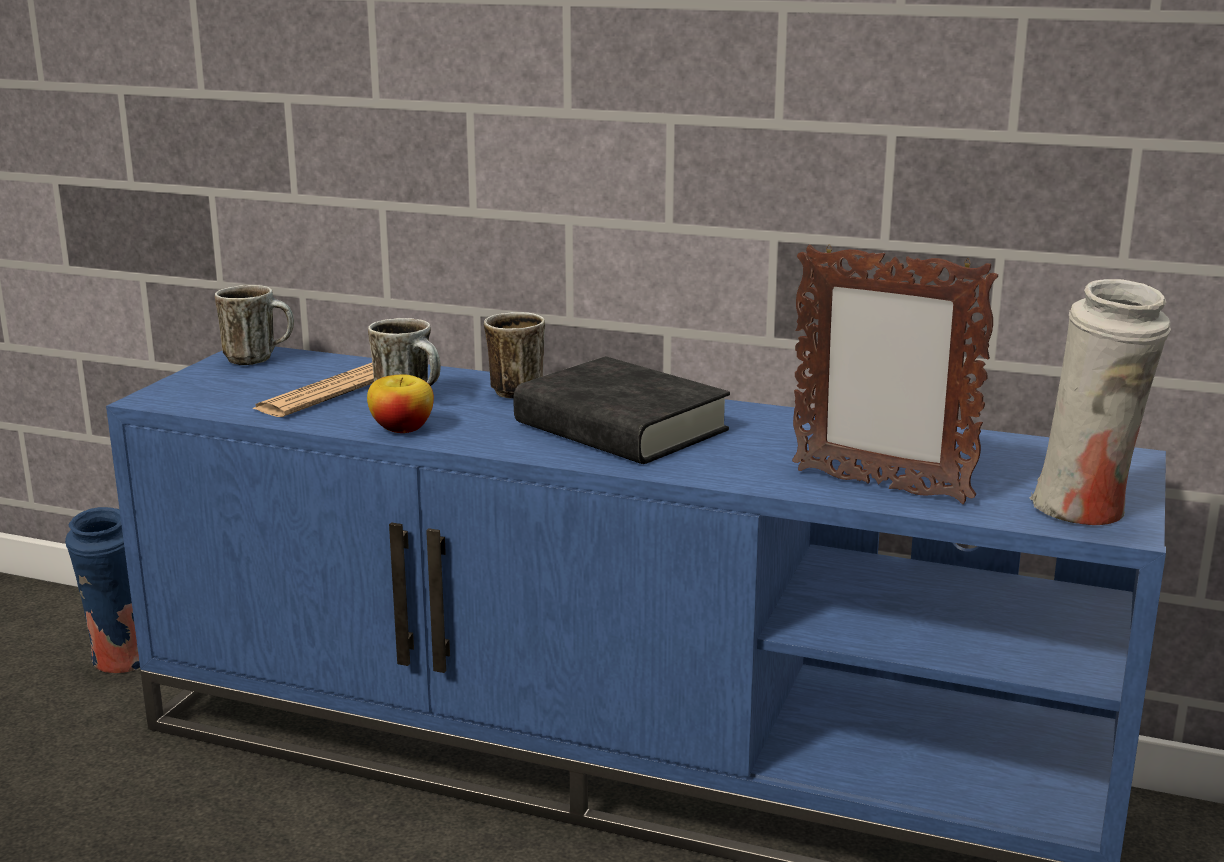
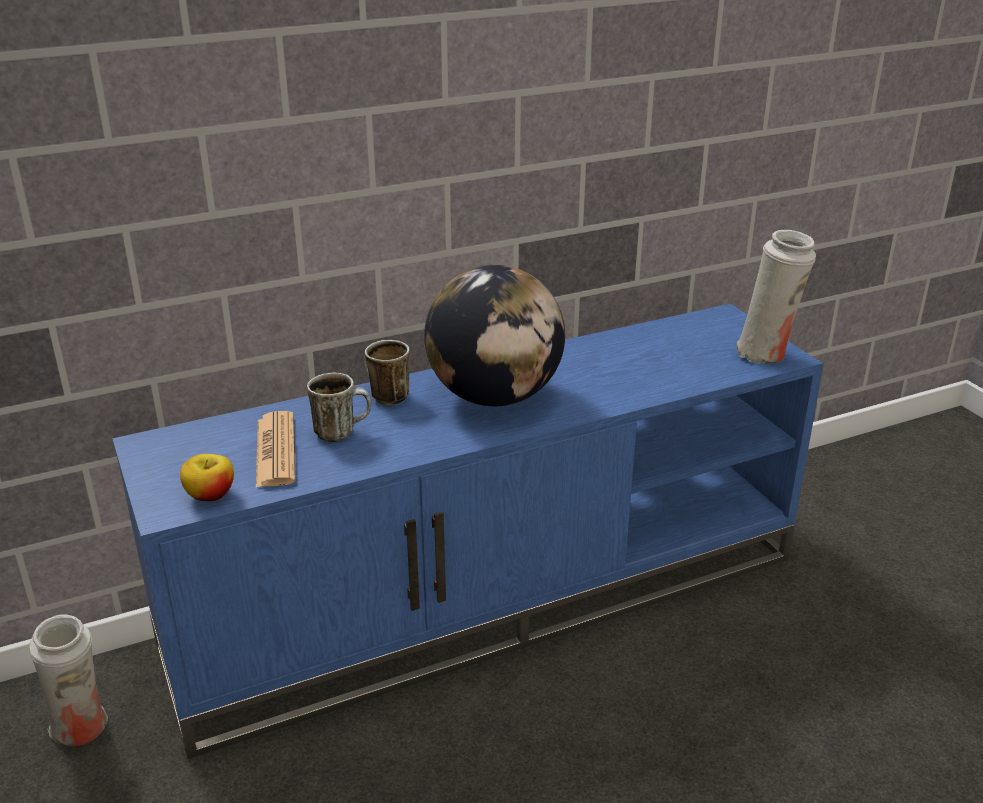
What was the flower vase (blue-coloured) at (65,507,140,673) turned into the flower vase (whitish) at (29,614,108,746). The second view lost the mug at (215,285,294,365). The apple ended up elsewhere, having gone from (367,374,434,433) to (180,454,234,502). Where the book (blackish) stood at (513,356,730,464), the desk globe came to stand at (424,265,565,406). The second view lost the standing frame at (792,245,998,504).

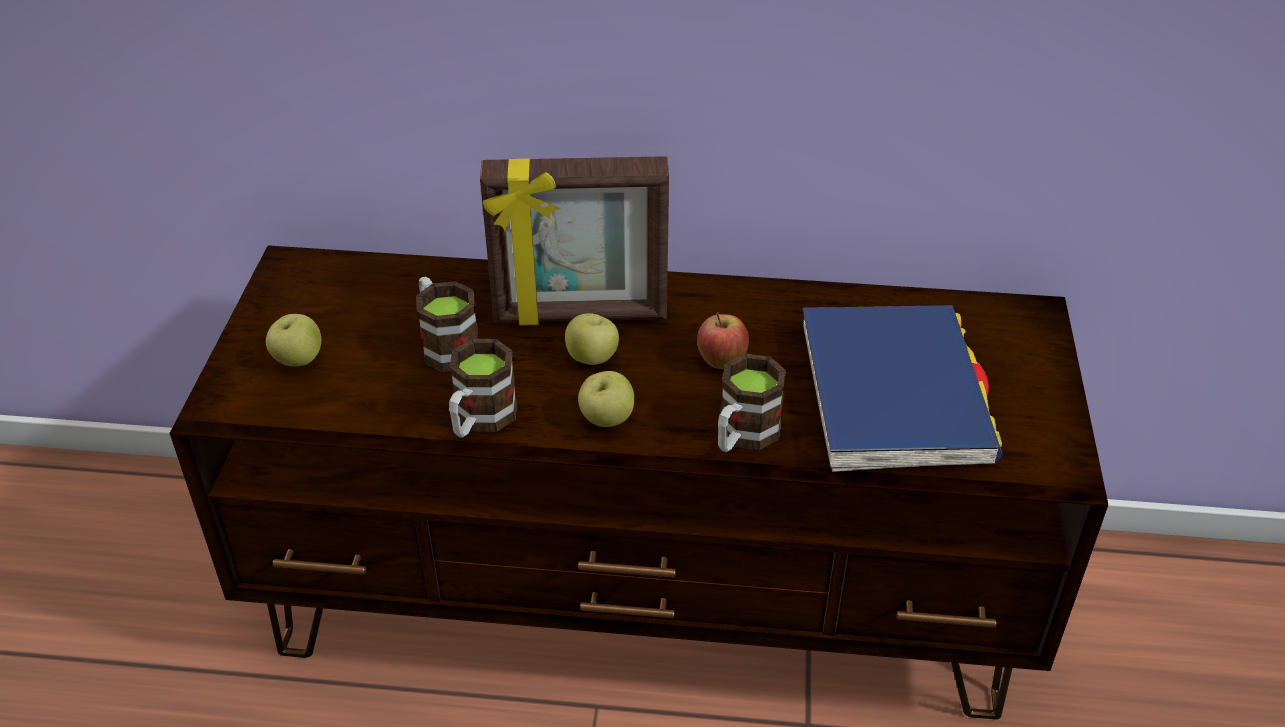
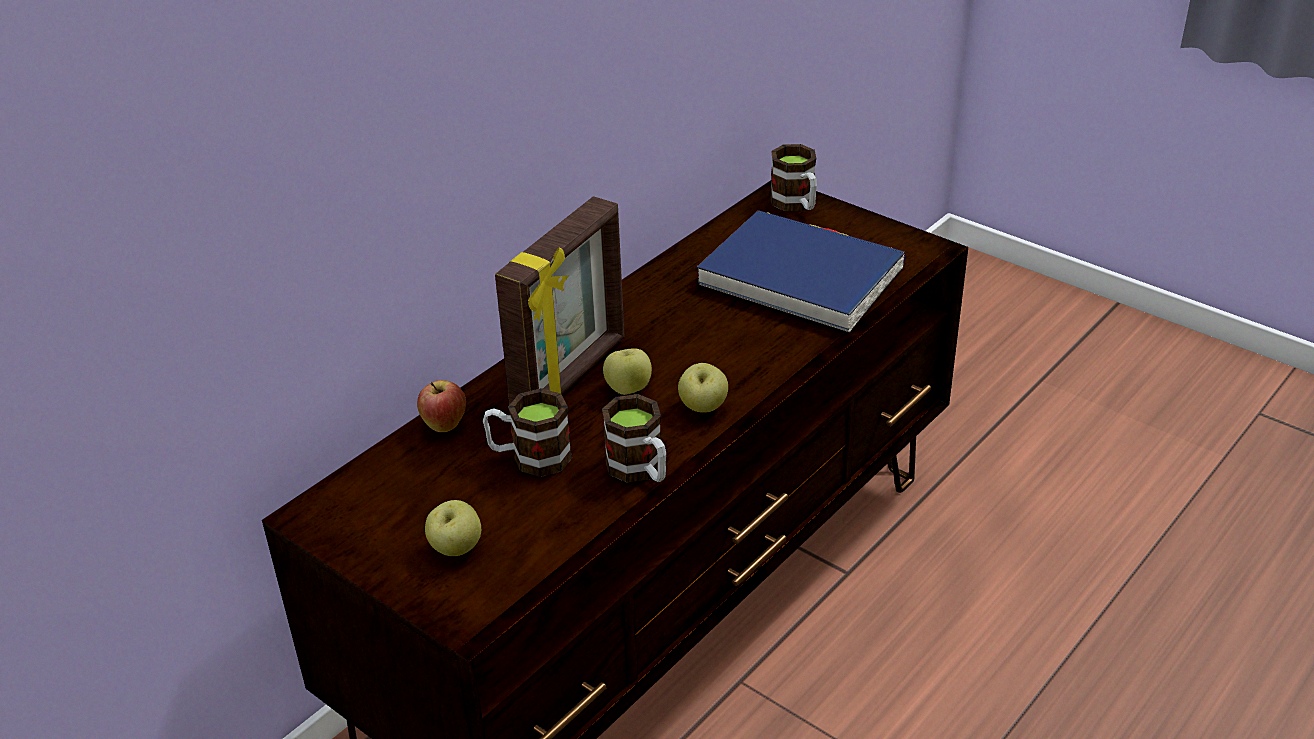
The apple ended up elsewhere, having gone from (697,312,749,369) to (417,380,466,432). The mug ended up elsewhere, having gone from (718,354,786,452) to (770,144,817,211).

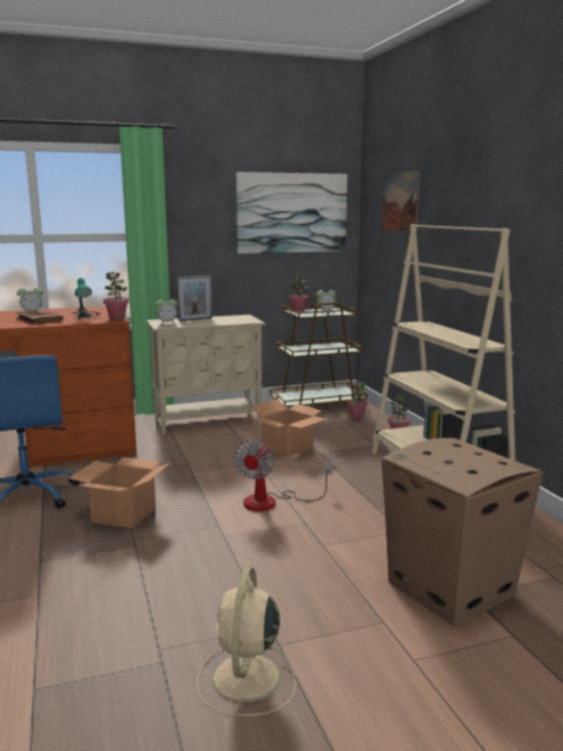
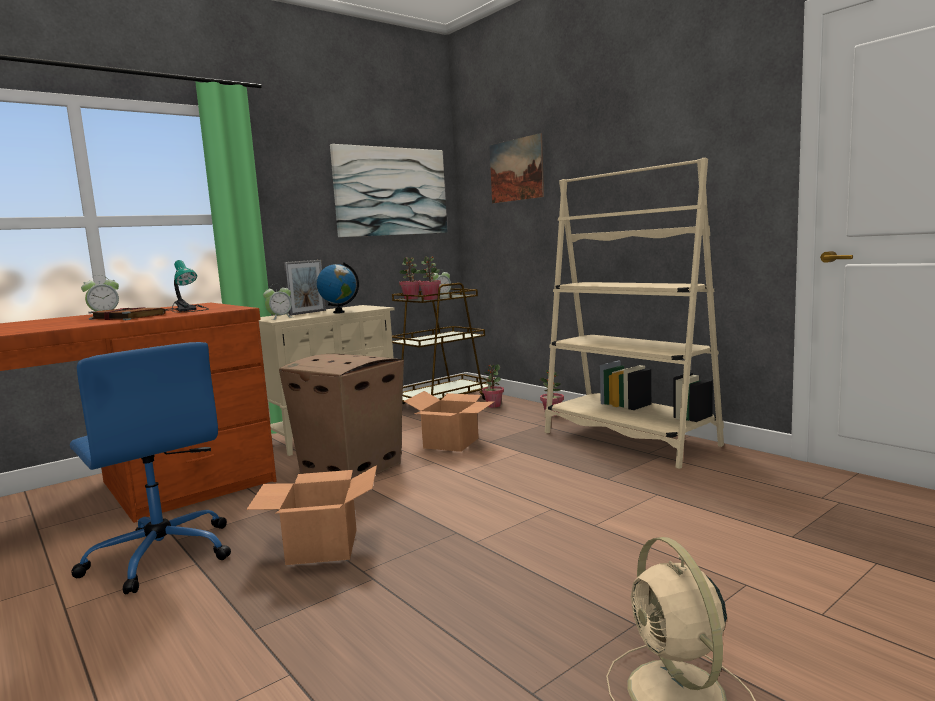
The houseplant ended up elsewhere, having gone from (103,272,129,320) to (418,256,441,300). The second view lost the fan at (235,440,332,511). The cardboard box ended up elsewhere, having gone from (382,438,544,626) to (279,354,404,479). The second view gained the desk globe at (317,262,359,313).

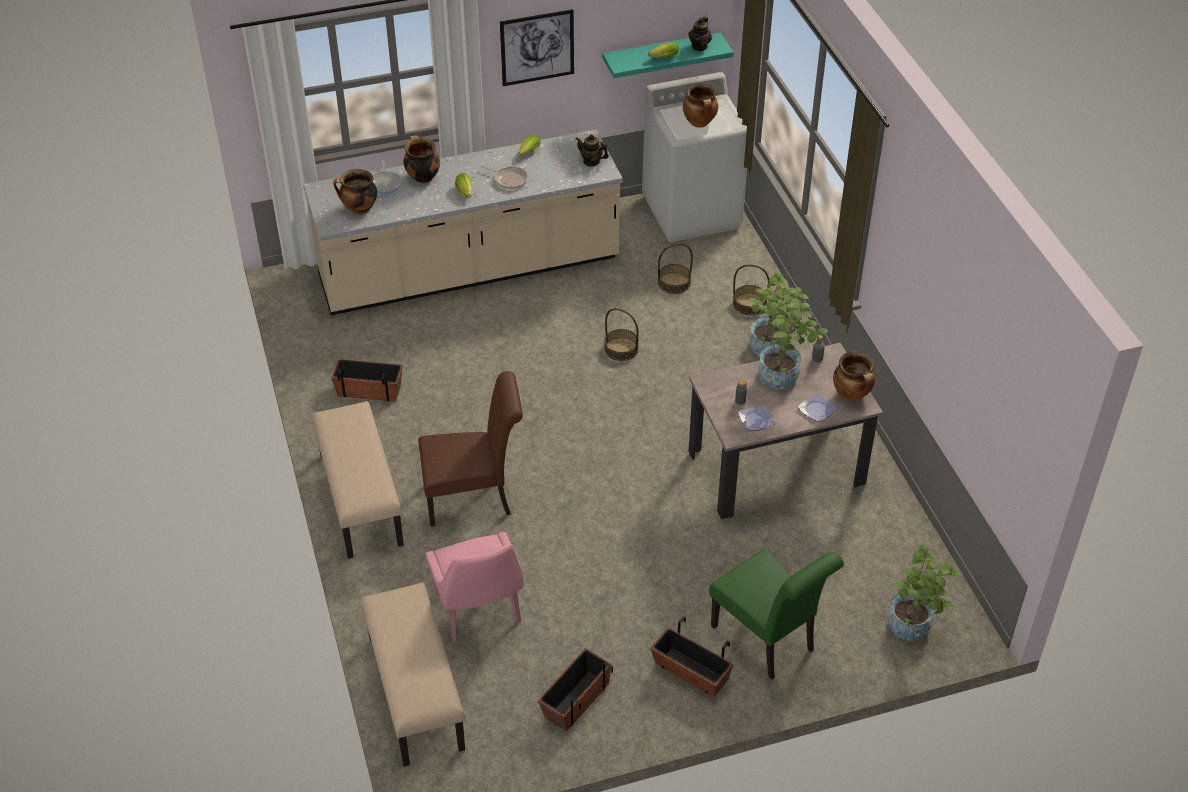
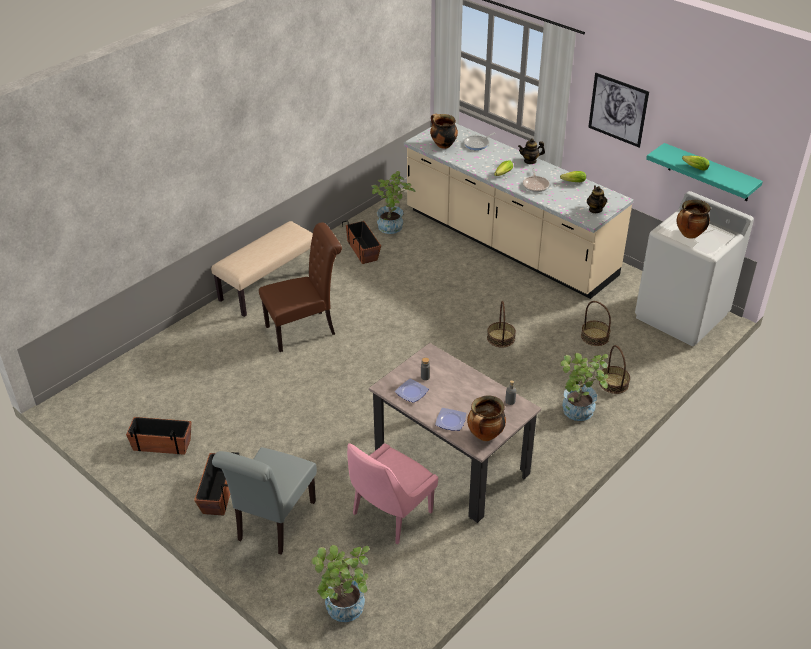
The second view lost the bench (sand-coloured) at (361,582,465,766). The second view lost the saucepot at (403,135,440,184). The plain chair (brownish) at (418,371,523,527) ended up facing another way, 75 degrees counterclockwise from before. The plain chair (pinkish) ended up elsewhere, having gone from (426,532,524,641) to (347,443,438,544). The tea pot ended up elsewhere, having gone from (688,16,712,51) to (518,138,545,164). What was the plain chair (greenish) at (709,550,844,680) turned into the plain chair (greyish) at (212,447,317,555). The houseplant ended up elsewhere, having gone from (758,295,828,390) to (371,171,415,234).

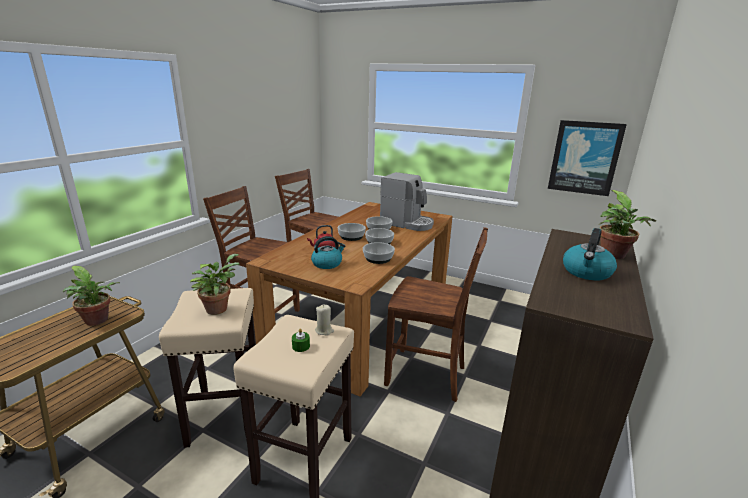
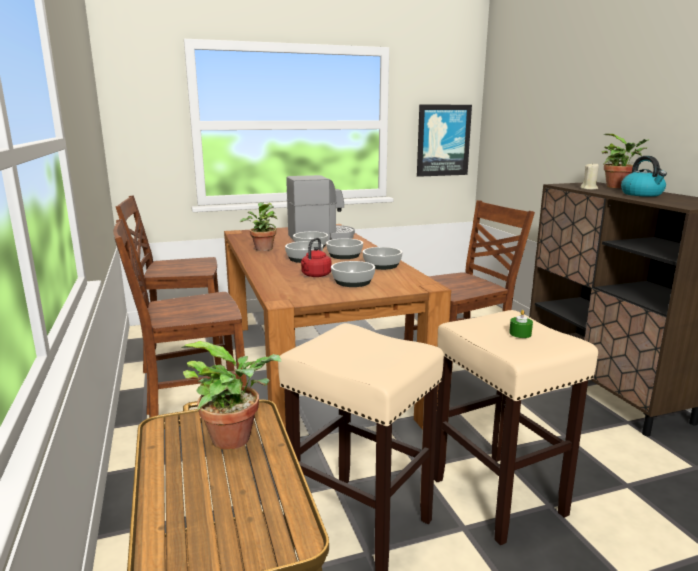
The houseplant ended up elsewhere, having gone from (190,254,240,315) to (240,202,278,251). Where the kettle stood at (311,236,345,269), the deep dish came to stand at (331,261,375,287). The wax light (sand-coloured) ended up elsewhere, having gone from (315,305,334,336) to (580,162,599,190).

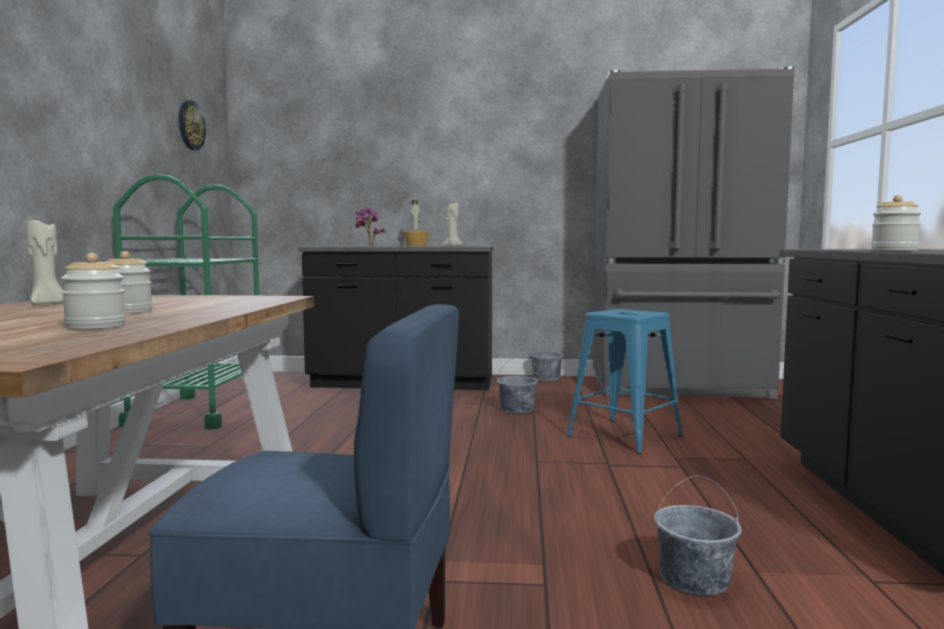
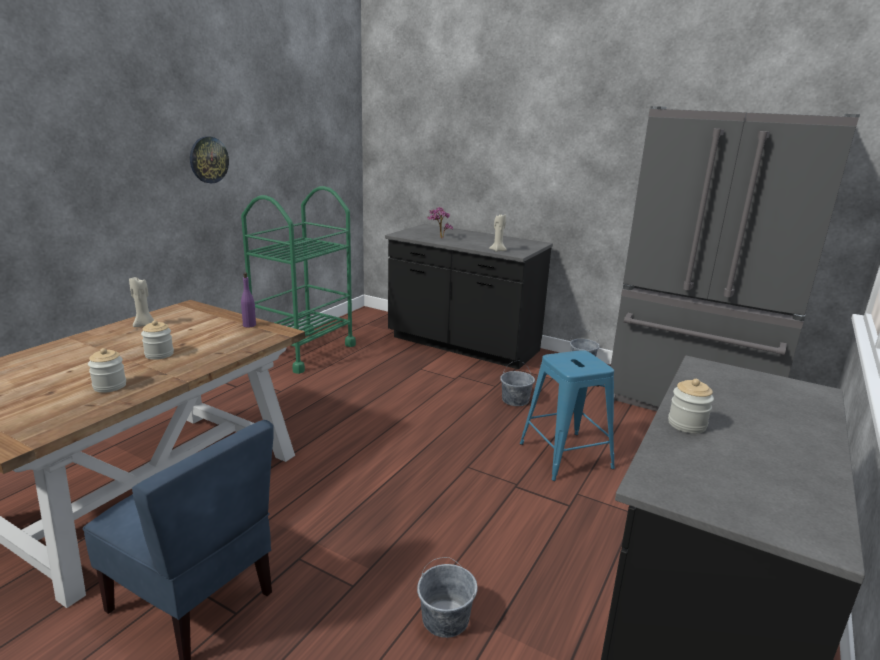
The hanging clock ended up elsewhere, having gone from (179,100,206,150) to (190,136,229,183). The second view lost the houseplant at (403,200,430,246). The second view gained the drink bottle (purplish) at (241,272,256,327).

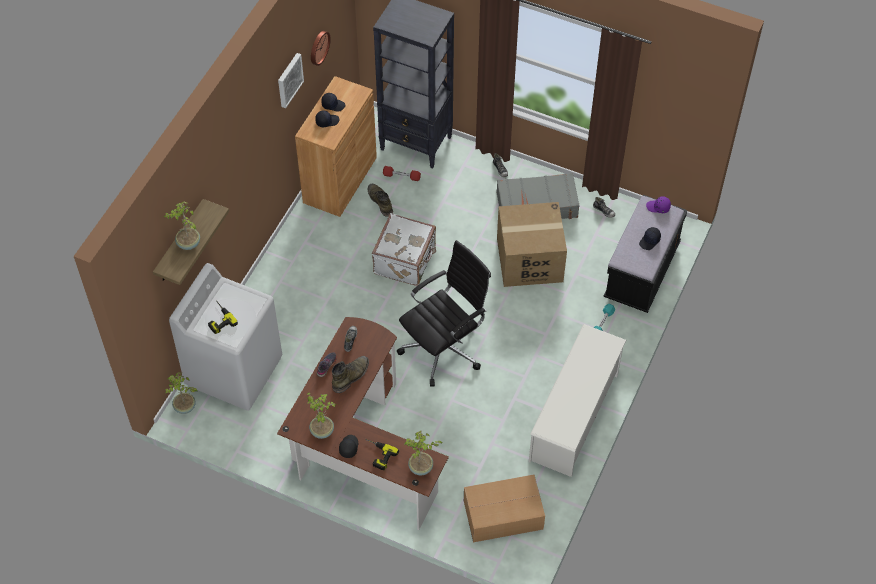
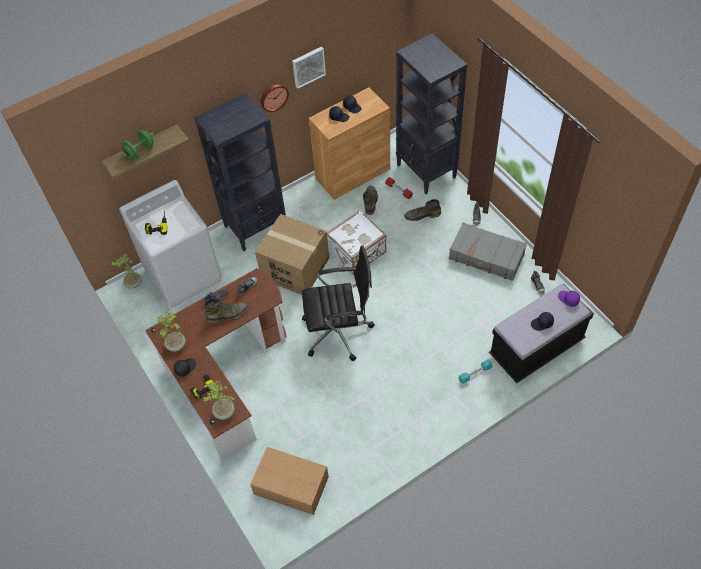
Where the houseplant stood at (164,202,200,250), the hand weight (greenish) came to stand at (122,130,154,160). The hanging clock ended up elsewhere, having gone from (311,31,331,66) to (261,84,289,112). The cardboard box ended up elsewhere, having gone from (497,202,567,287) to (255,214,329,295). The second view lost the shoe stand (whitish) at (529,324,626,477). The second view gained the bookshelf (blackish) at (195,93,286,251). The second view gained the high-top boot (greenish) at (404,199,441,221).

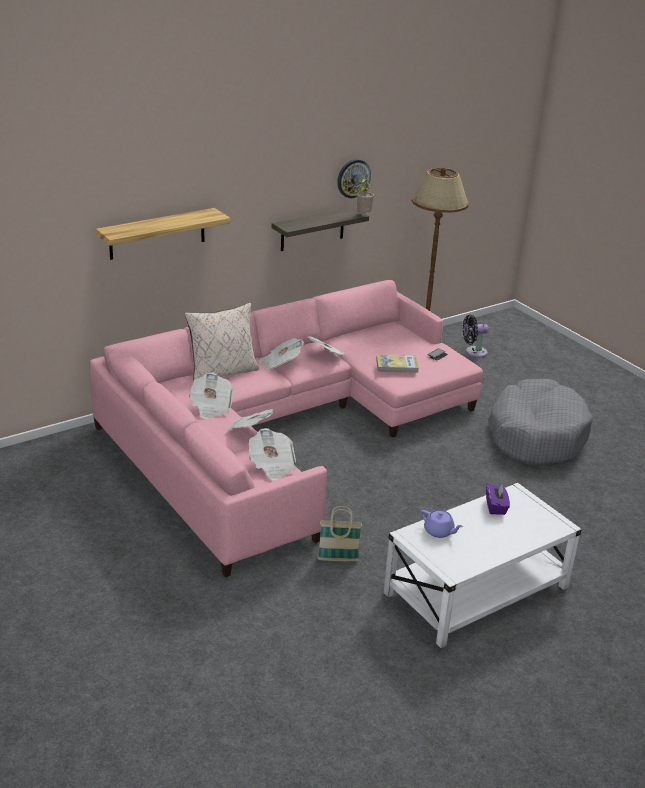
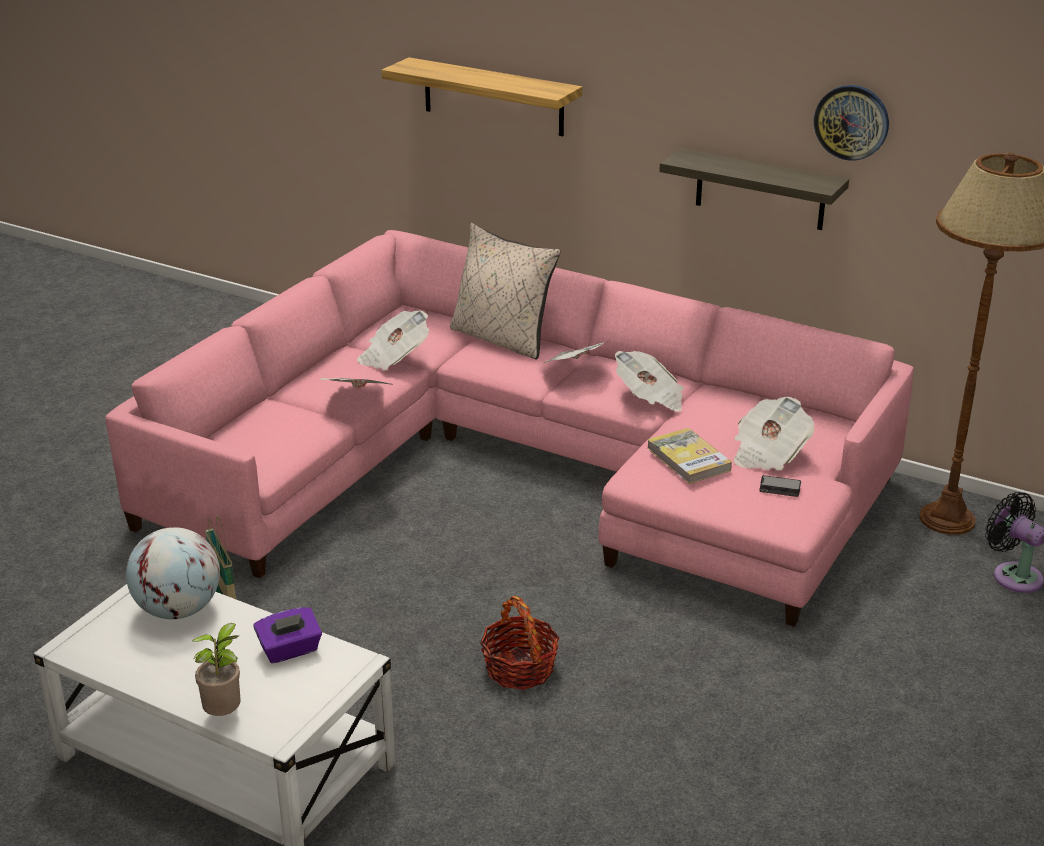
The newspaper ended up elsewhere, having gone from (249,428,296,481) to (734,397,814,471). The houseplant ended up elsewhere, having gone from (357,177,374,213) to (192,623,241,716). Where the tea pot (purplish) stood at (420,510,463,538), the desk globe came to stand at (126,527,220,619). The second view lost the dog cushion (greyish) at (488,379,593,464). The second view gained the household basket at (480,596,560,690).

